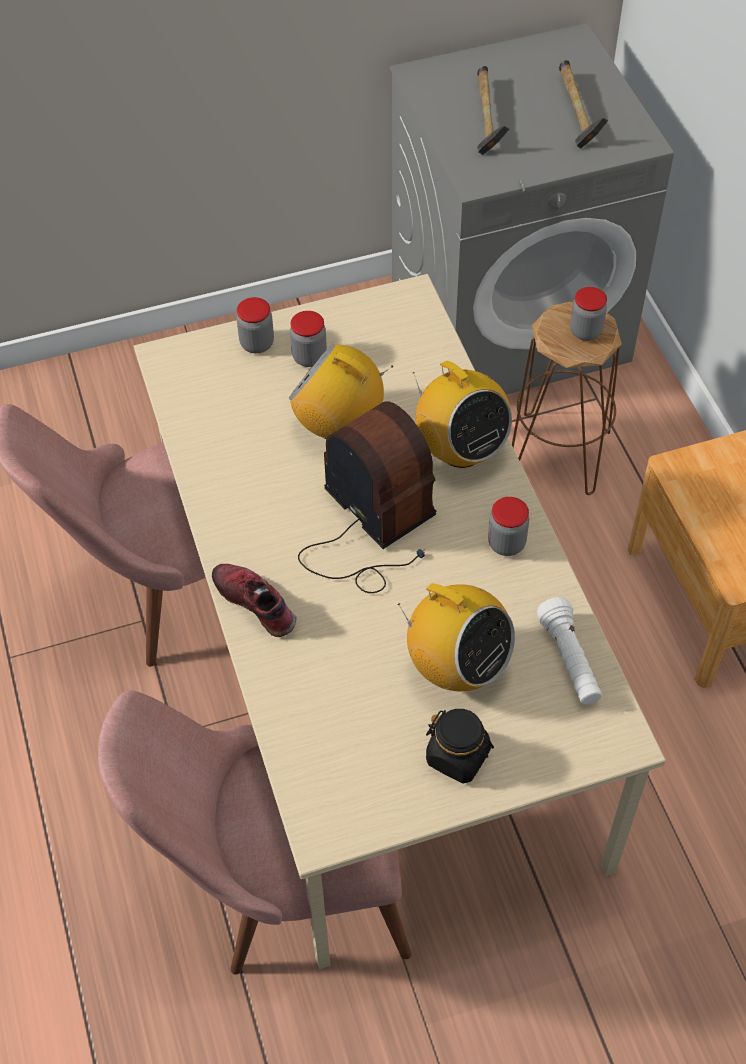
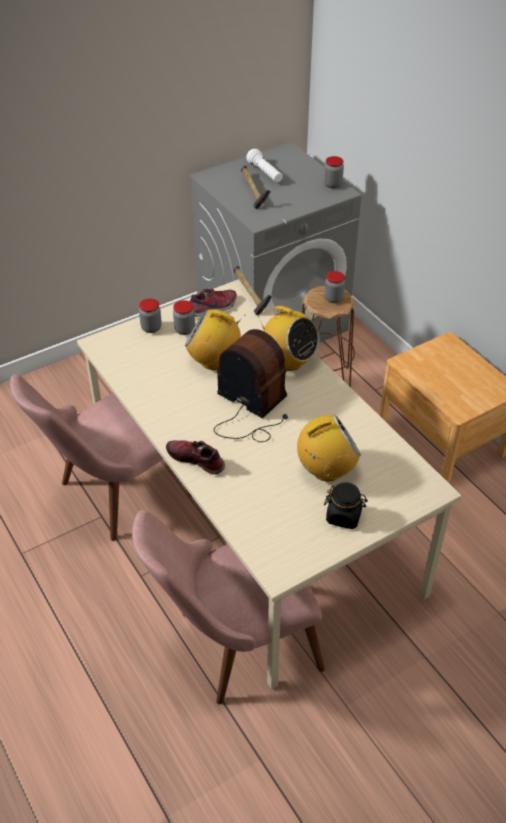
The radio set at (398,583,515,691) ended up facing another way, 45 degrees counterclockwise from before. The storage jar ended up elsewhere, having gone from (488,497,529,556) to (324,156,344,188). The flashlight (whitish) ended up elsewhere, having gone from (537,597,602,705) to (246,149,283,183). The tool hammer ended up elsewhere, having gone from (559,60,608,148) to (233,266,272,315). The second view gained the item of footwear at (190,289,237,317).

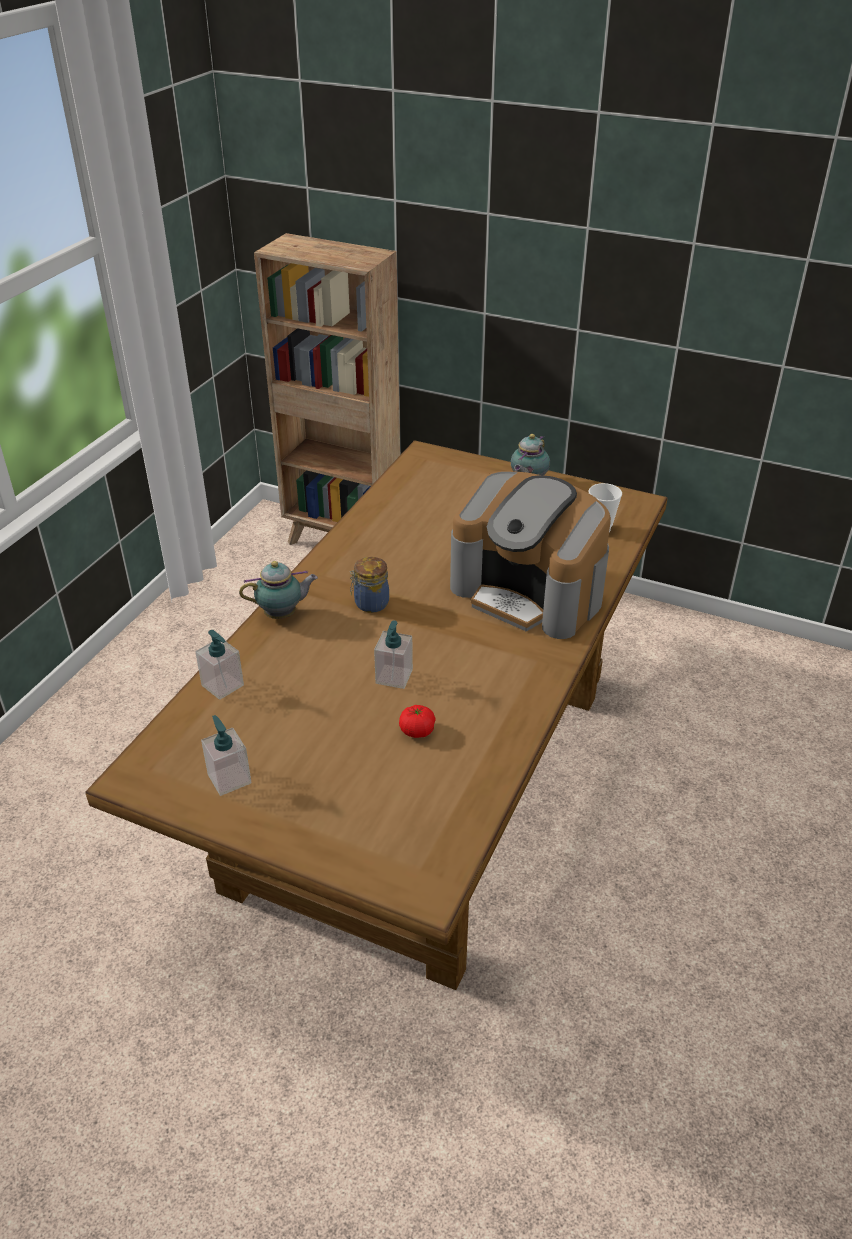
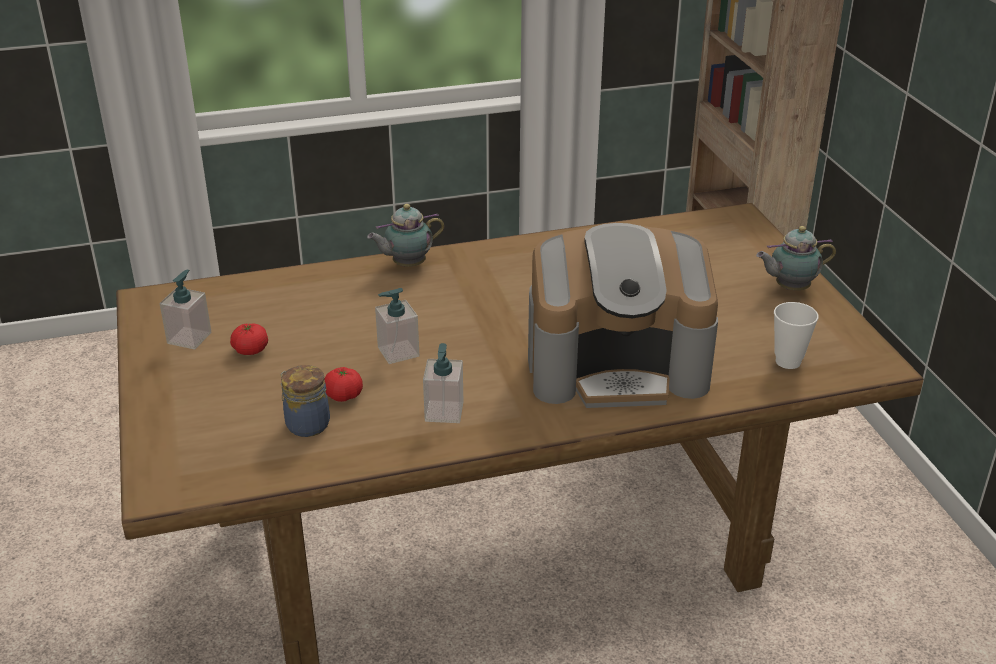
The soap bottle ended up elsewhere, having gone from (195,630,244,700) to (423,343,463,423). The tea pot at (239,561,318,619) ended up facing another way, 120 degrees clockwise from before. The storage jar ended up elsewhere, having gone from (350,557,389,613) to (280,365,330,437). The coffee machine at (450,471,611,639) ended up facing another way, 90 degrees counterclockwise from before. The second view gained the whole tomato at (230,323,268,355).

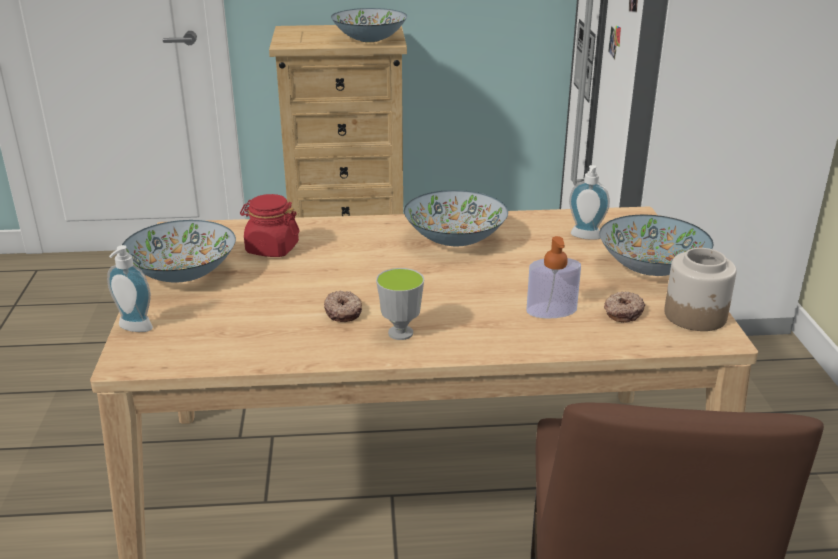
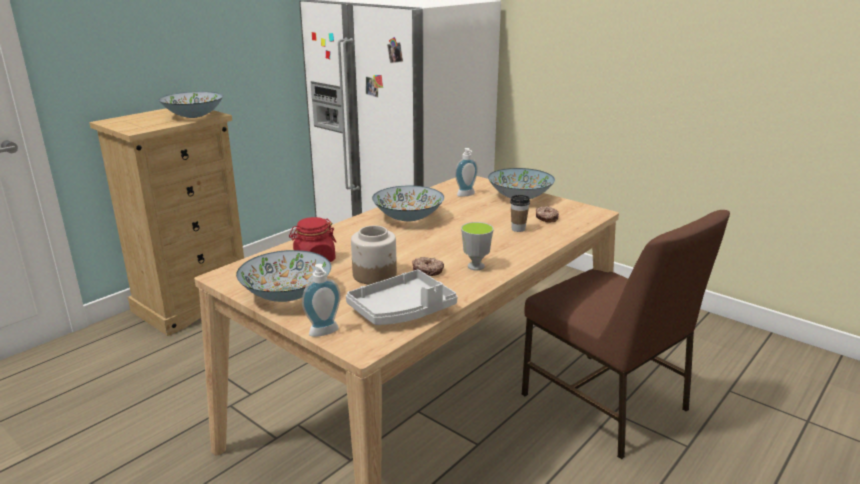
Where the soap bottle stood at (526,236,581,319), the cup came to stand at (510,195,530,232). The storage jar ended up elsewhere, having gone from (664,248,737,331) to (351,226,397,285). The second view gained the tray (greyish) at (346,270,458,325).

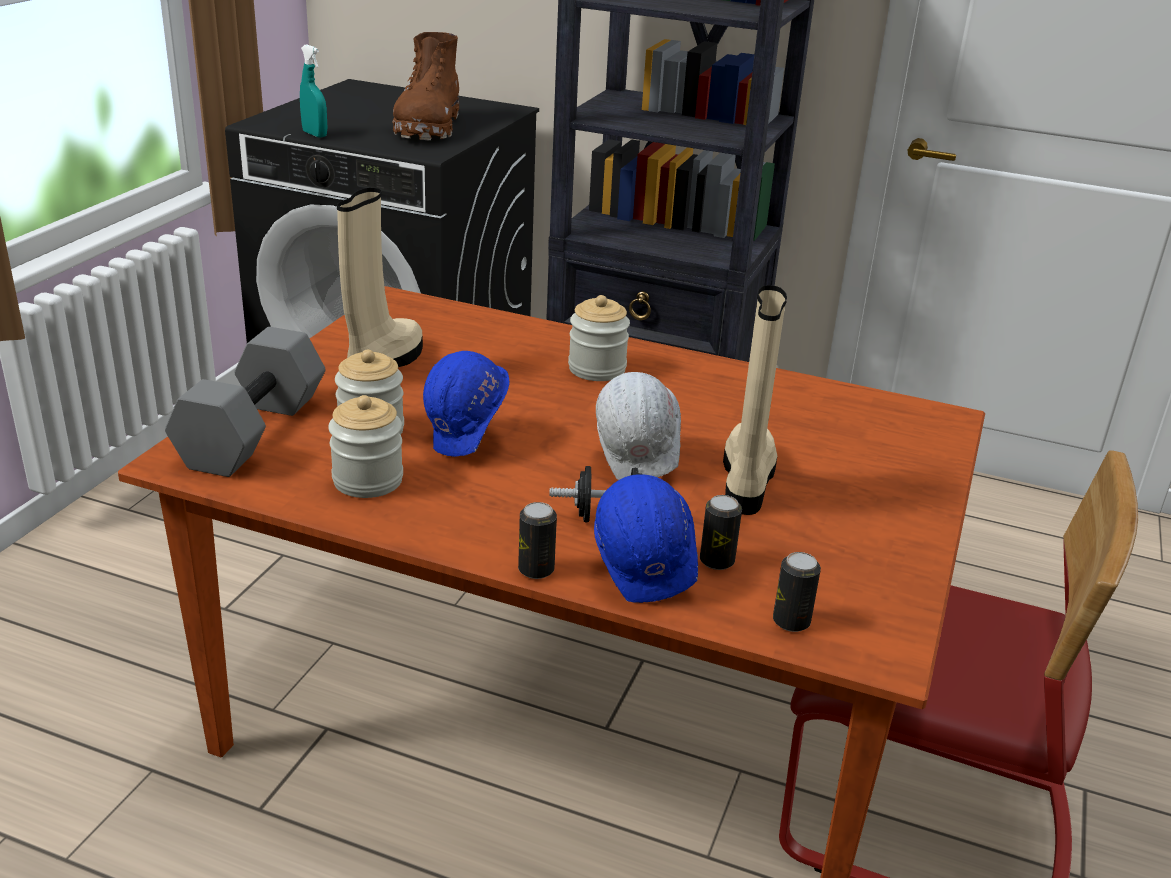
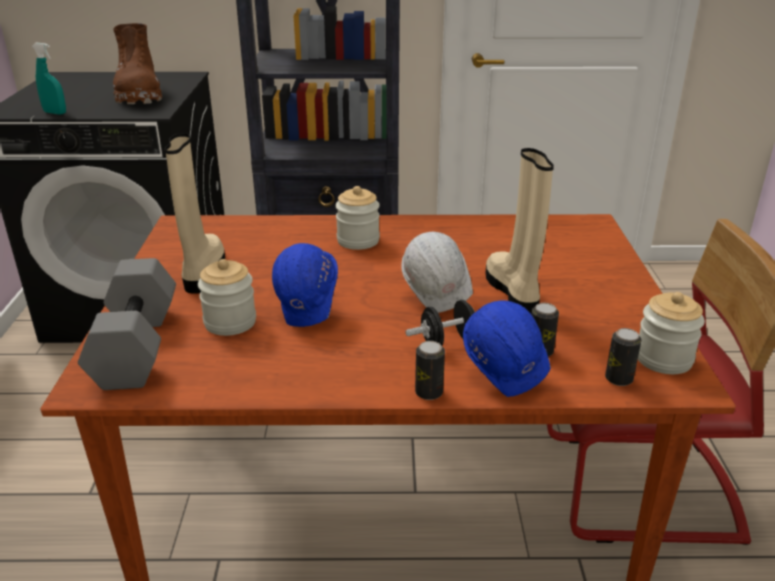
The storage jar ended up elsewhere, having gone from (328,395,403,498) to (638,292,705,374).

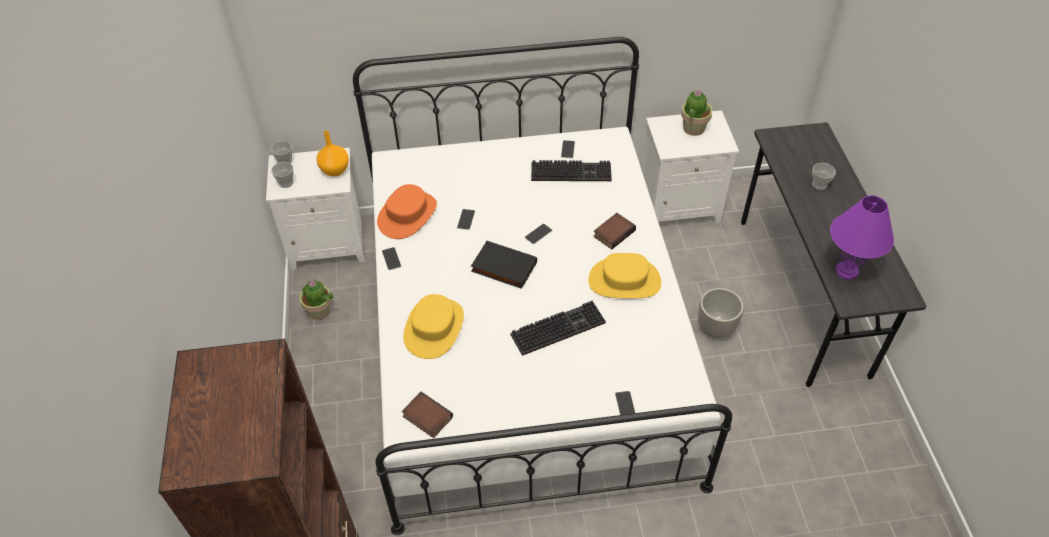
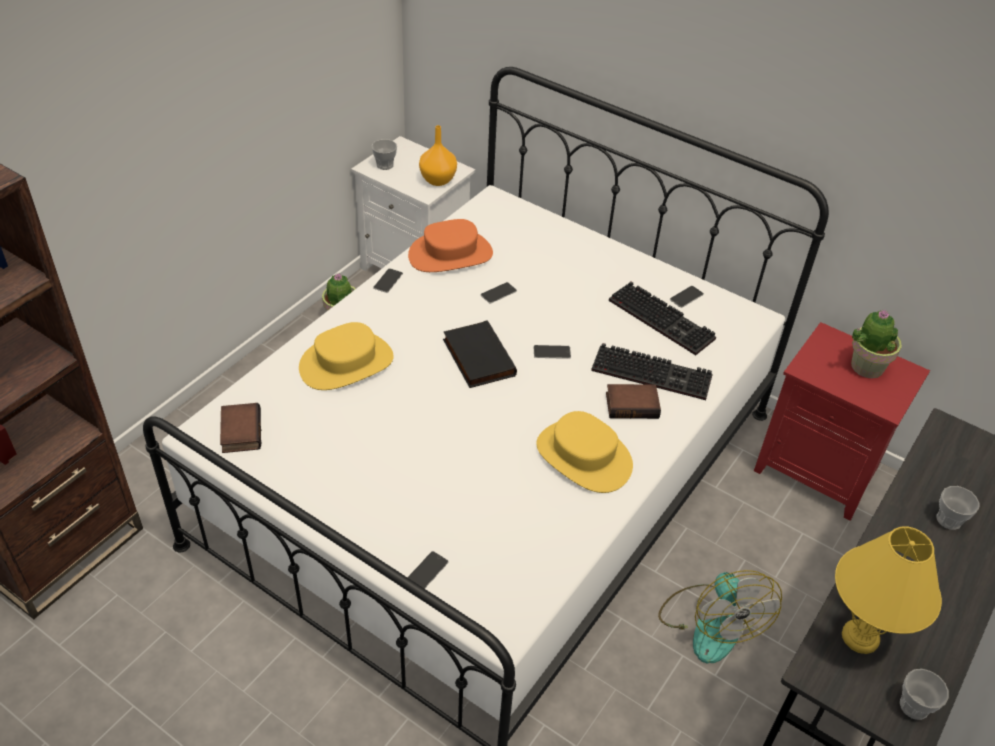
The cup ended up elsewhere, having gone from (270,141,292,164) to (900,669,949,720). The PC keyboard ended up elsewhere, having gone from (510,301,606,356) to (591,343,713,400). What was the bedside table (whitish) at (643,110,739,223) turned into the bedside table (reddish) at (754,322,930,521). Where the planter stood at (698,288,744,338), the fan came to stand at (658,570,782,663). What was the table lamp (purplish) at (830,195,894,280) turned into the table lamp (yellowish) at (835,526,942,654).

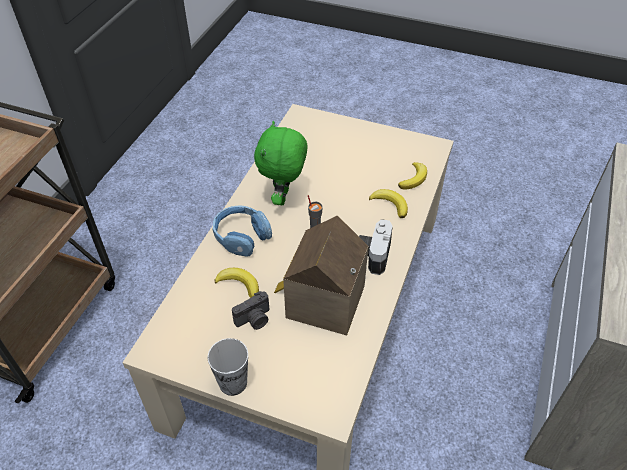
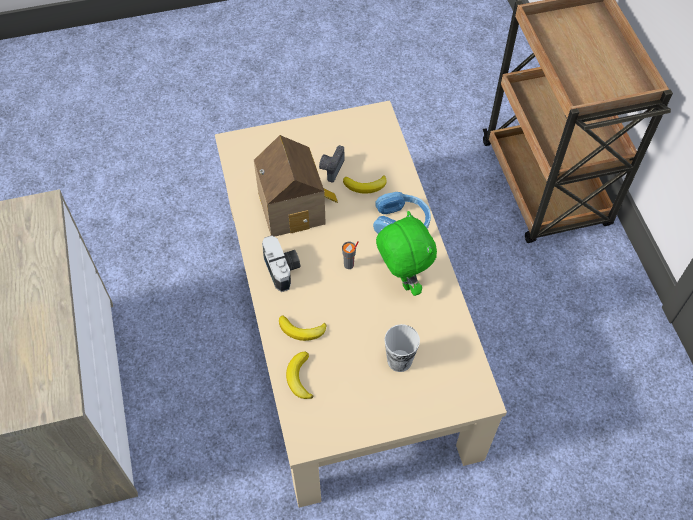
The cup ended up elsewhere, having gone from (207,338,248,396) to (384,324,420,372).

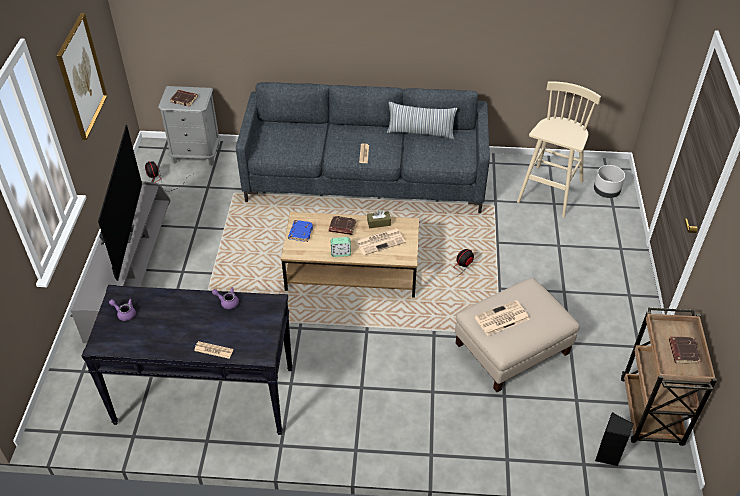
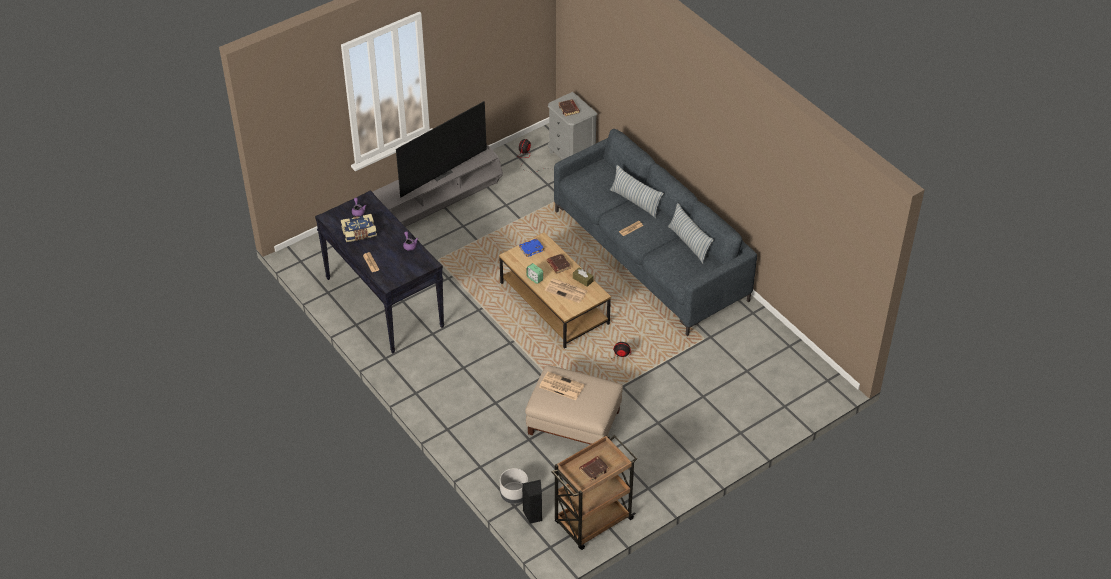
The second view lost the picture at (56,13,107,140). The second view lost the stool seat (sand-coloured) at (517,81,601,218). The planter (greyish) ended up elsewhere, having gone from (594,165,625,198) to (500,468,528,504). The second view gained the book at (341,214,377,242). The second view gained the throw pillow at (610,165,664,218).

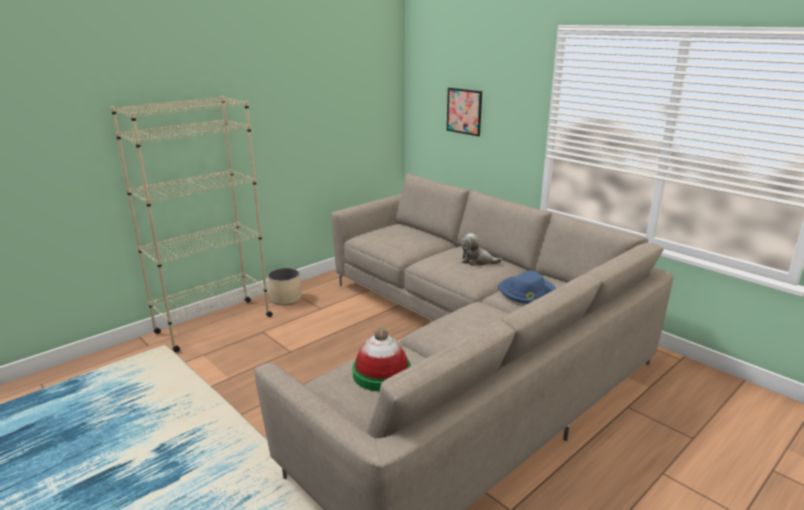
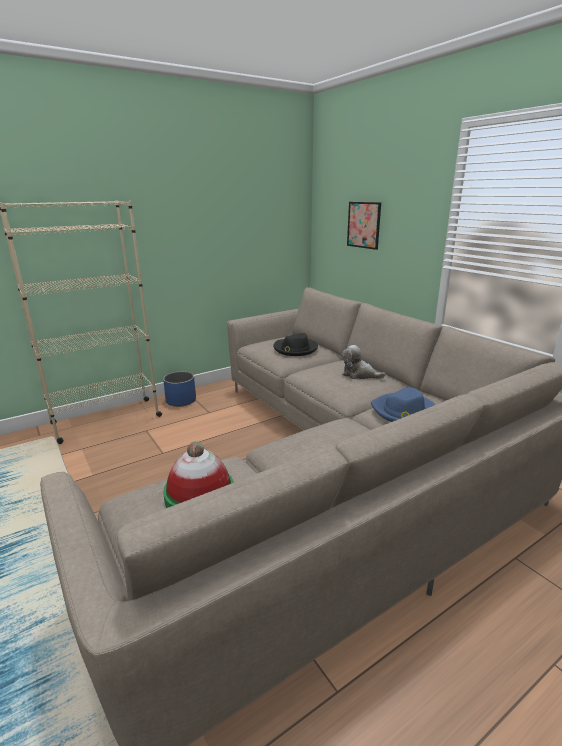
What was the planter (sand-coloured) at (268,268,302,305) turned into the planter (blue-coloured) at (163,372,196,407). The second view gained the hat (blackish) at (273,333,318,356).

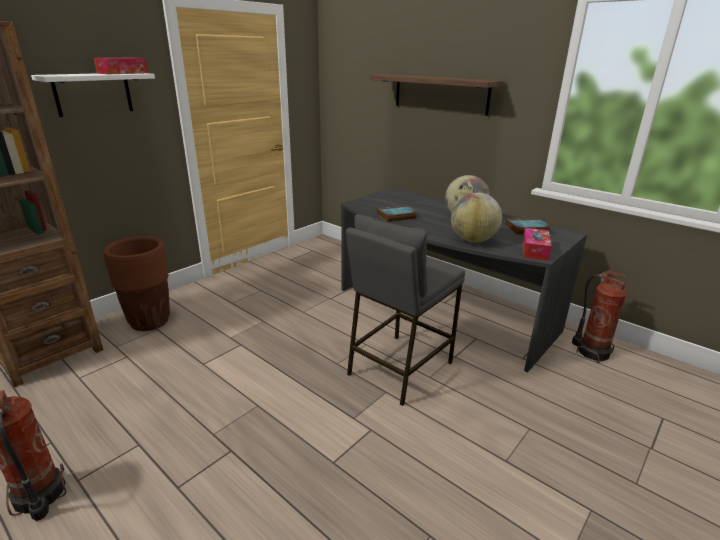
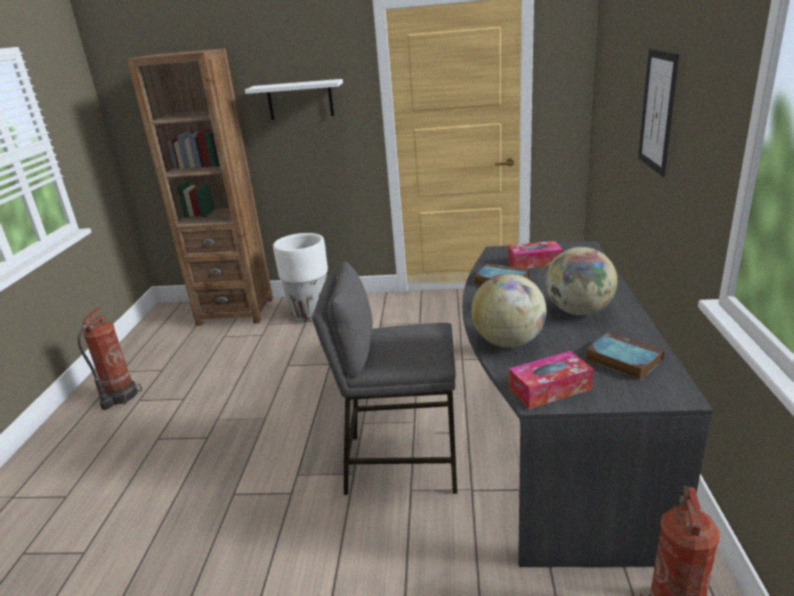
The box of tissues ended up elsewhere, having gone from (94,58,148,74) to (508,241,563,269). What was the planter (brownish) at (103,236,170,331) turned into the planter (whitish) at (273,233,328,322). Where the shelf hung at (370,74,505,116), the picture came to hang at (638,49,679,177).

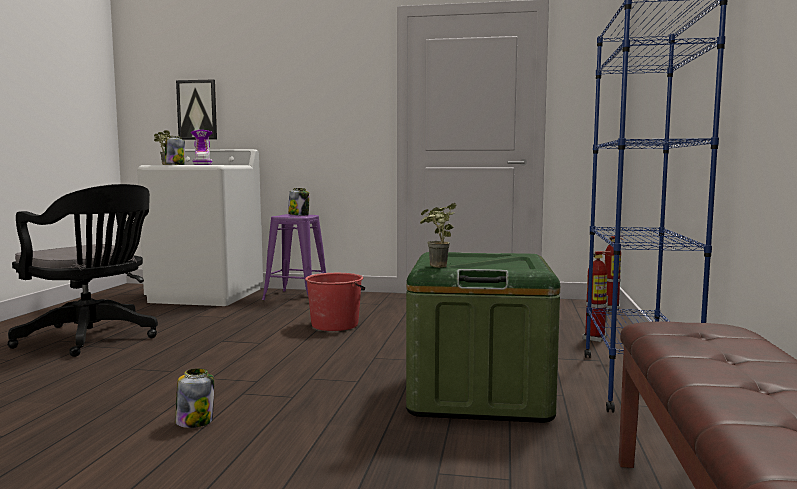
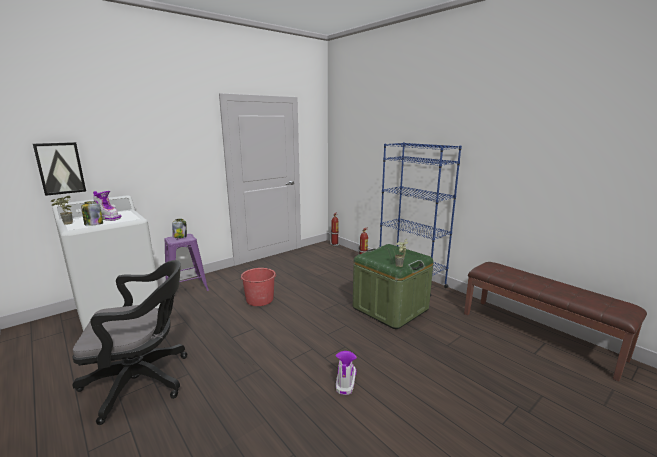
Where the storage jar stood at (175,368,214,428), the high-top boot came to stand at (336,351,357,395).

